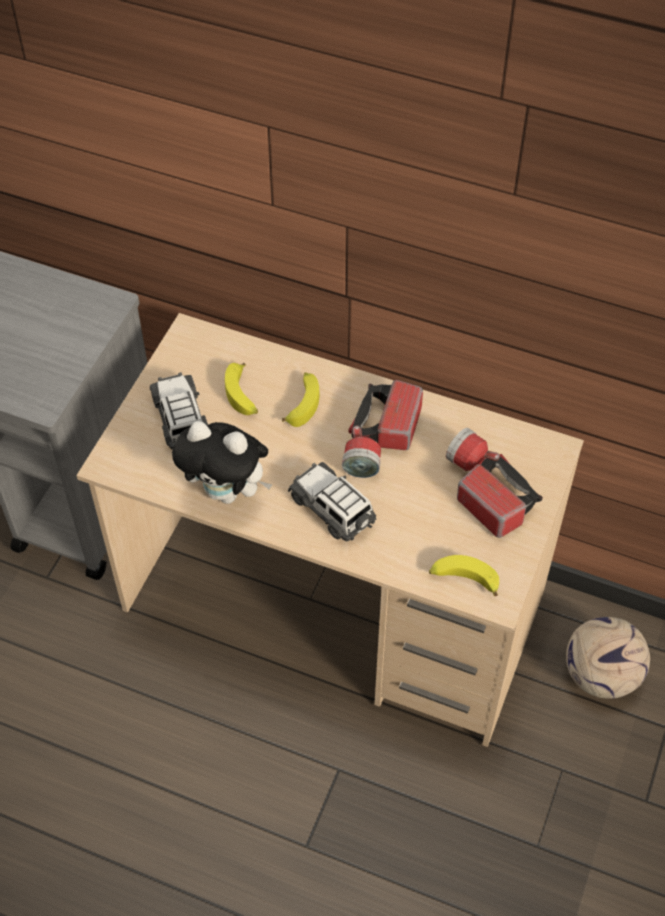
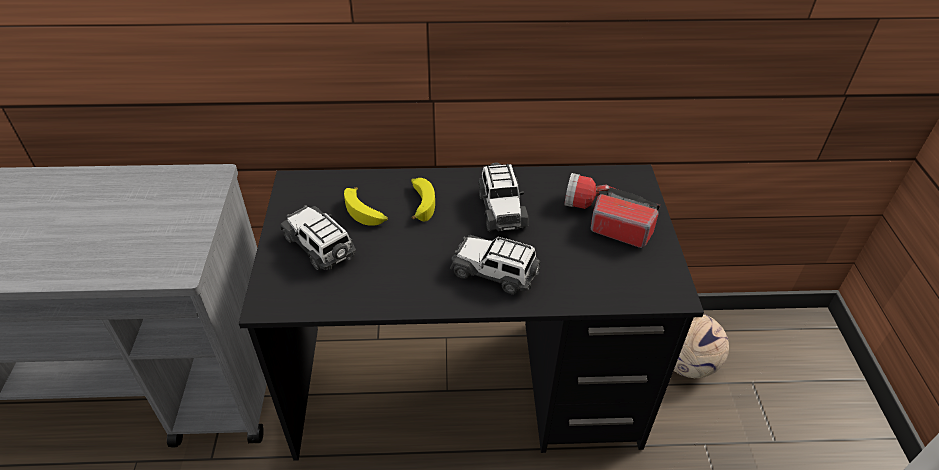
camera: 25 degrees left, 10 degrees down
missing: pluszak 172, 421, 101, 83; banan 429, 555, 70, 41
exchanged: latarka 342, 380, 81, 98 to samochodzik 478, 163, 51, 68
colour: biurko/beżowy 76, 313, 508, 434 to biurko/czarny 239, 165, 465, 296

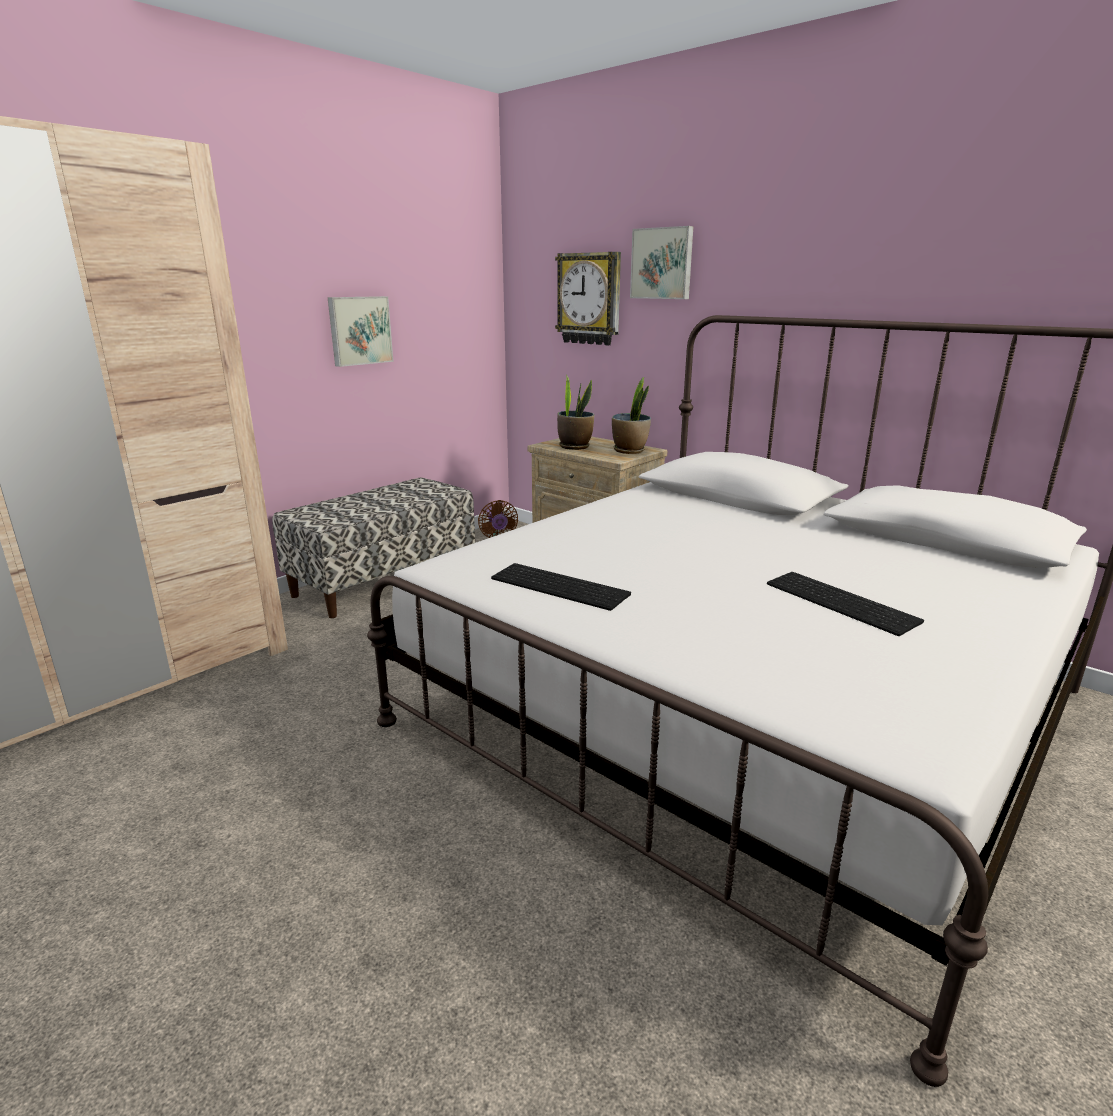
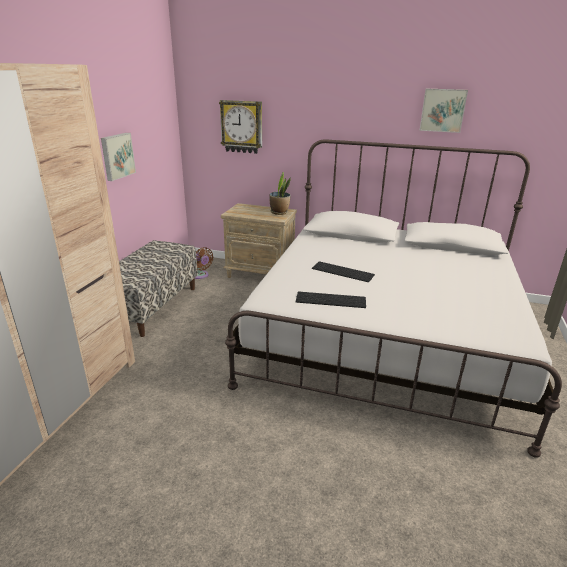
camera: 25 degrees left, 5 degrees up
missing: roślina doniczkowa 557, 375, 37, 75
relocated: obraz 630, 226, 64, 73 to 419, 89, 49, 44; klawiatura 767, 572, 157, 64 to 312, 261, 63, 21

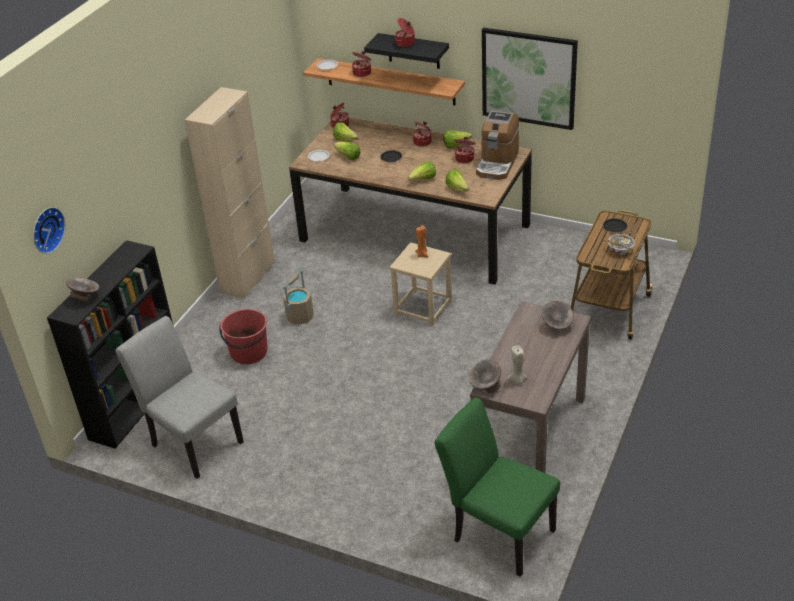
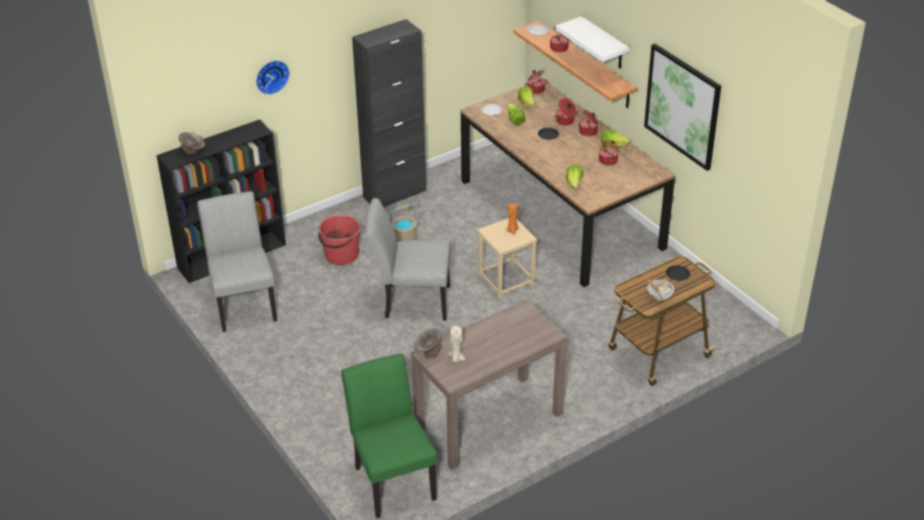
camera: 30 degrees right, 0 degrees up
missing: ekspres do kawy 476, 110, 43, 70; sałata 408, 161, 28, 20; miska/szary 542, 301, 32, 29
appeared: krzesło/szary 365, 198, 85, 123
relocated: garnek 395, 18, 20, 29 to 554, 98, 24, 28; zegar ścienny 33, 207, 32, 47 to 256, 60, 34, 35
colour: półka/czarny 364, 33, 85, 36 to półka/biały 556, 16, 73, 52; szafka/beżowy 185, 87, 90, 212 to szafka/czarny 352, 19, 74, 188

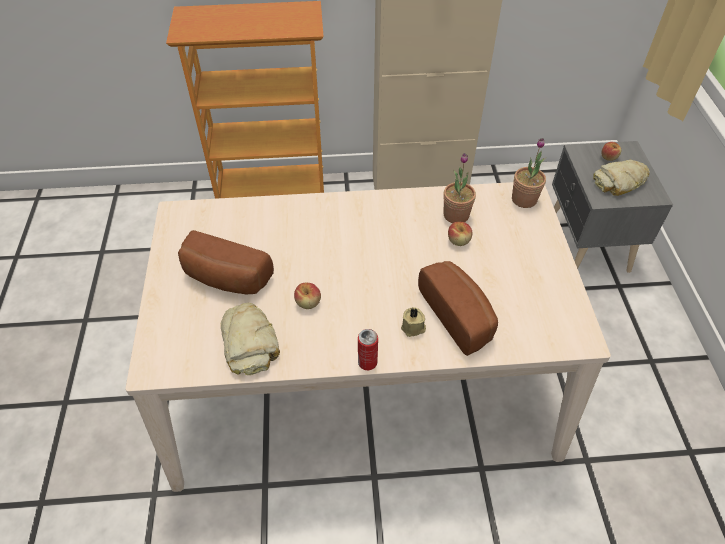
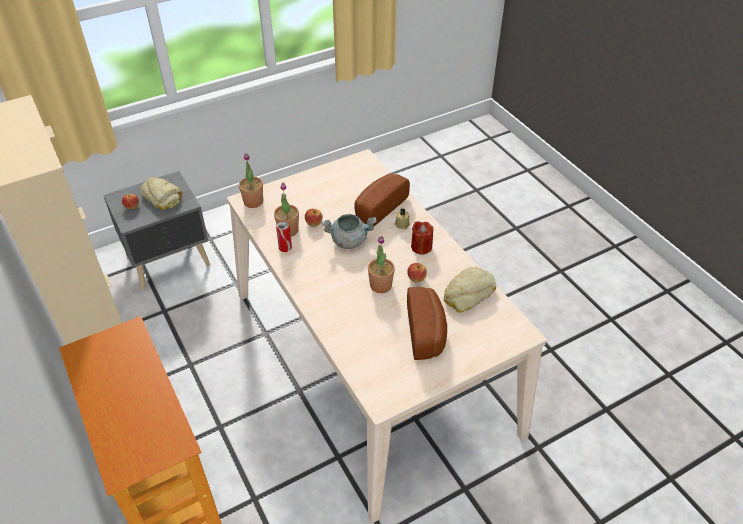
camera: 115 degrees left, 5 degrees down
appeared: garnek/szary 322, 214, 54, 35; świeca/czerwony 411, 221, 22, 34; roślina doniczkowa 368, 236, 27, 57
relocated: puszka 358, 329, 20, 41 to 276, 221, 16, 31

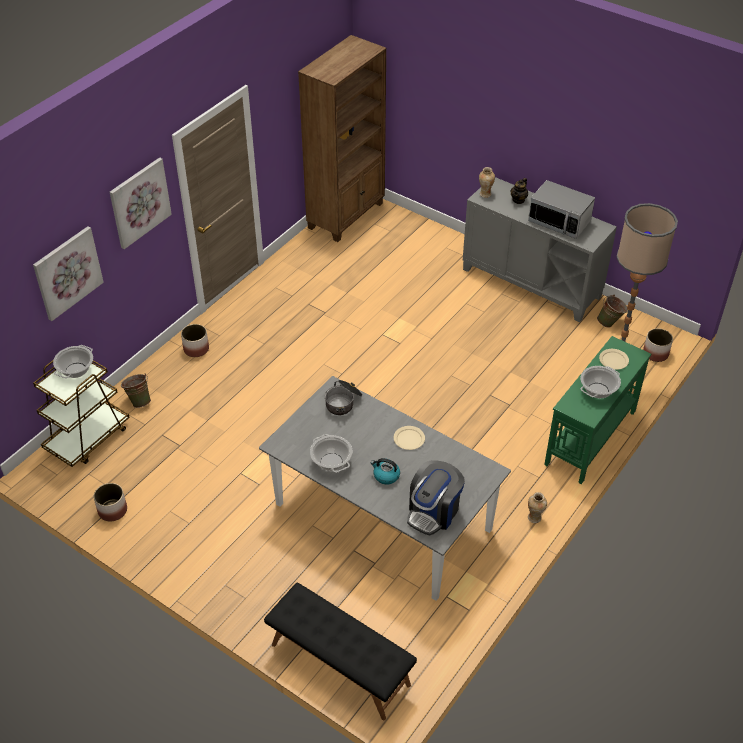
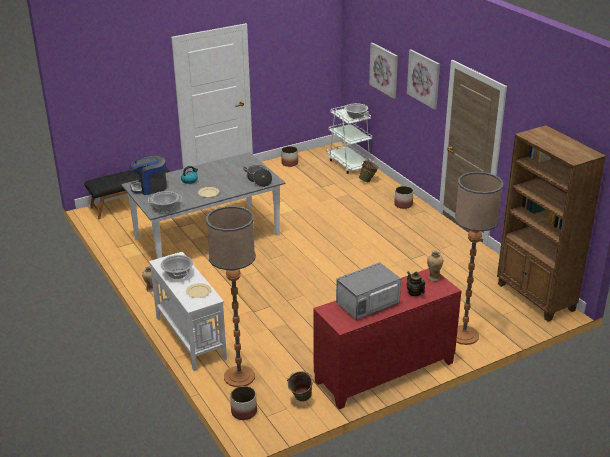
camera: 115 degrees right, 15 degrees down
appeared: lampa stojąca 455, 172, 48, 173
relocated: garnek 310, 434, 42, 39 to 148, 191, 34, 20
colour: szafka/szary 463, 177, 154, 145 to szafka/czerwony 313, 268, 148, 141; stolik konsolowy/zielony 544, 336, 107, 148 to stolik konsolowy/biały 149, 252, 78, 119; wózek/brązowy 33, 360, 97, 107 to wózek/biały 326, 106, 48, 68
spun: ekspres do kawy 407, 460, 58, 76 = 129, 155, 38, 40 75 degrees counterclockwise

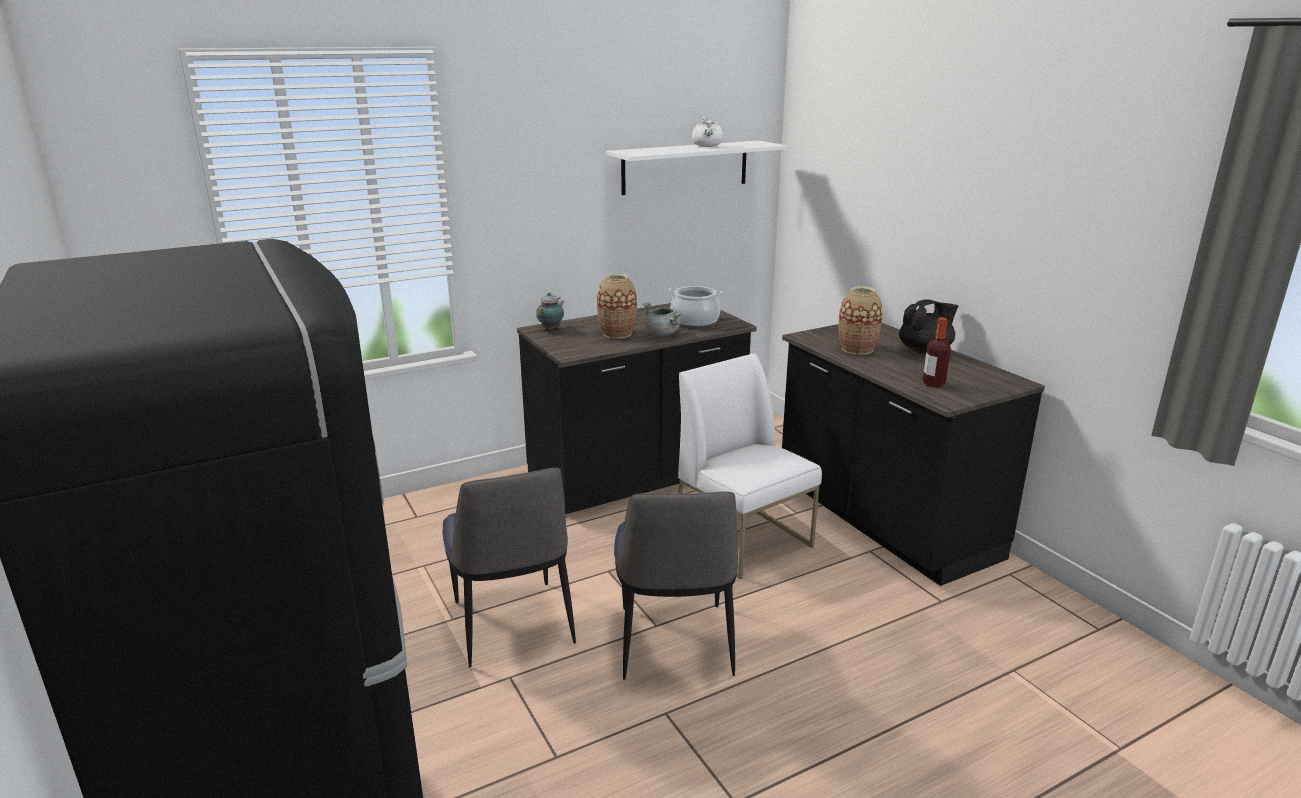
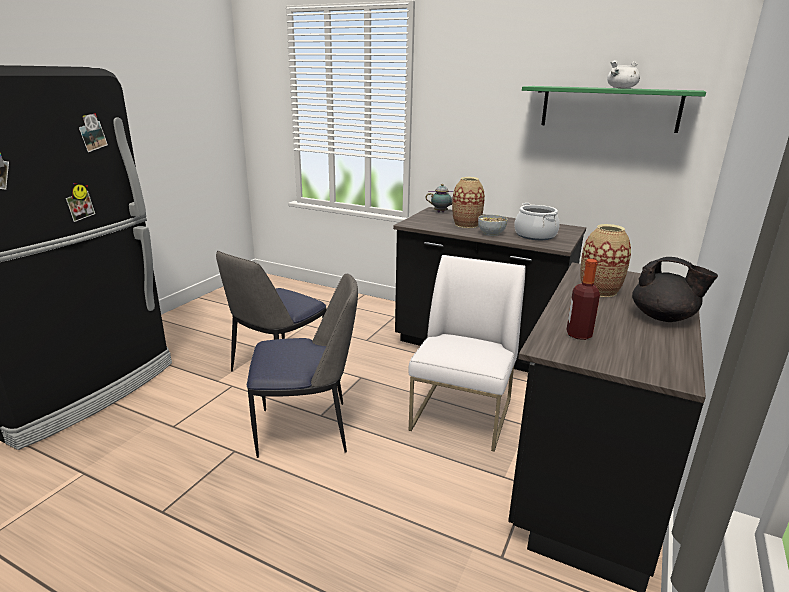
camera: 55 degrees right, 0 degrees up
exchanged: garnek/szary 643, 302, 39, 34 to miska 478, 214, 30, 22
colour: półka/biały 606, 140, 181, 55 to półka/zielony 522, 86, 184, 47
spun: krzesło 614, 491, 124, 189 = 247, 274, 111, 184 150 degrees counterclockwise

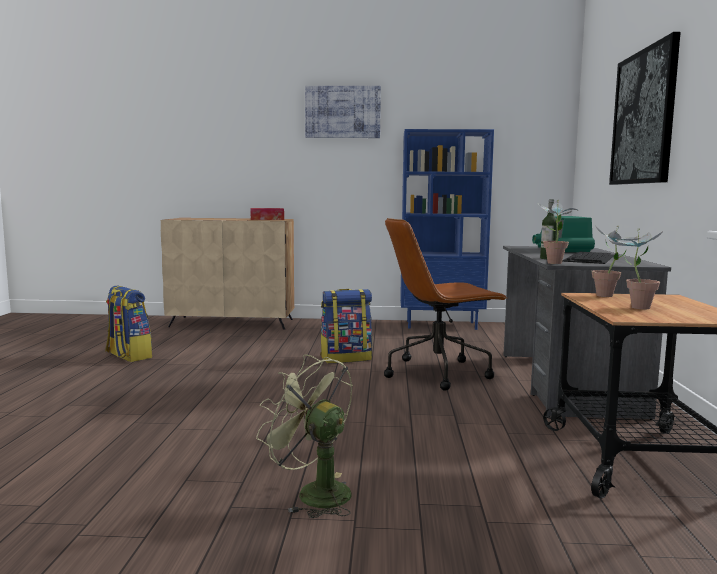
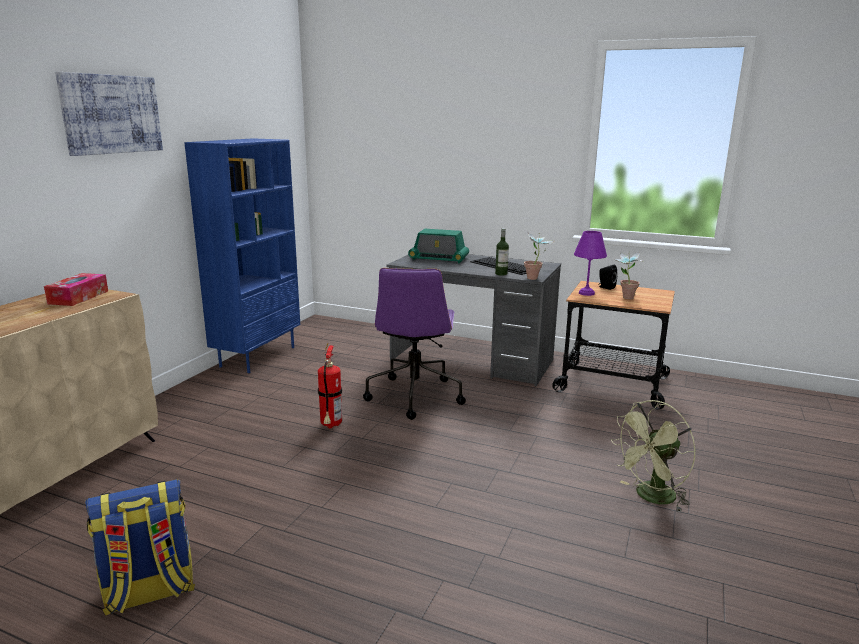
camera: 70 degrees left, 10 degrees up
missing: obraz 609, 32, 72, 153
appeared: głośnik/czarny 598, 265, 19, 25
exchanged: roślina doniczkowa 592, 225, 48, 72 to lampa stołowa/fioletowy 574, 231, 33, 65; plecak 320, 289, 53, 74 to gaśnica 318, 343, 24, 85
colour: krzesło biurowe/brązowy 384, 218, 123, 173 to krzesło biurowe/fioletowy 363, 268, 103, 152

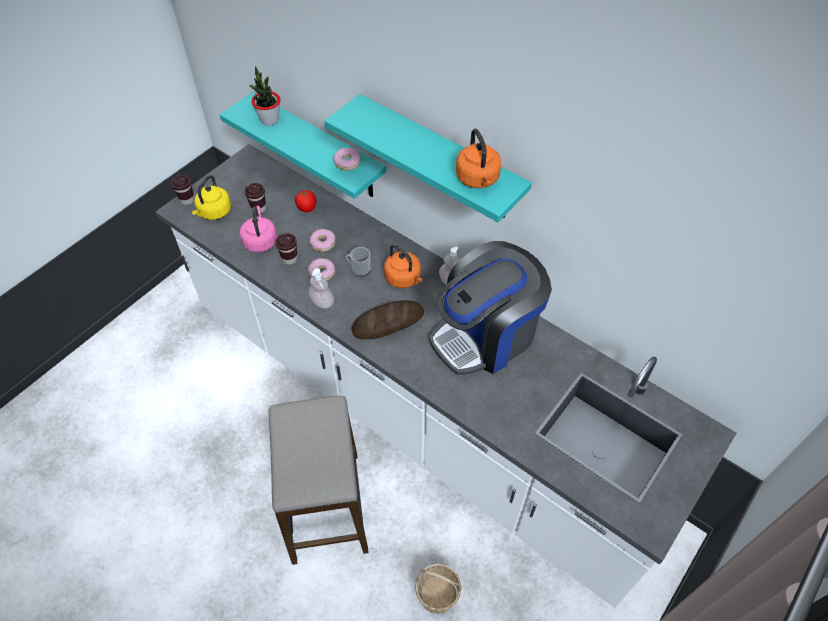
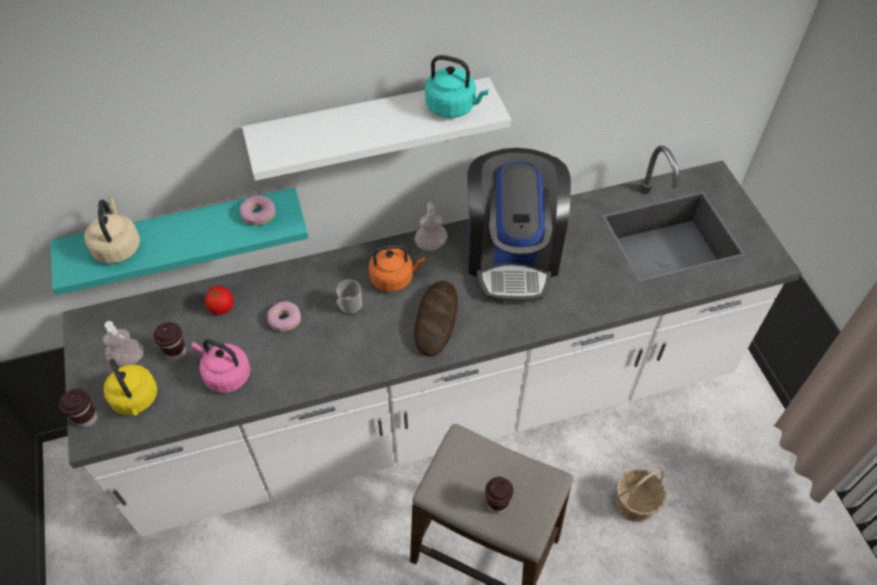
camera: 55 degrees left, 0 degrees up
missing: donut 308, 258, 27, 22
relocated: filiżanka/brązowy 275, 233, 22, 32 to 485, 477, 29, 36; dozownik mydła 308, 268, 26, 41 to 103, 321, 41, 45
exchanged: roślina doniczkowa 249, 66, 31, 60 to czajnik/beżowy 84, 198, 56, 66
colour: półka/turkusowy 325, 94, 207, 128 to półka/biały 242, 77, 269, 104; czajnik/pomarańczowy 456, 129, 46, 59 to czajnik/turkusowy 425, 55, 64, 63

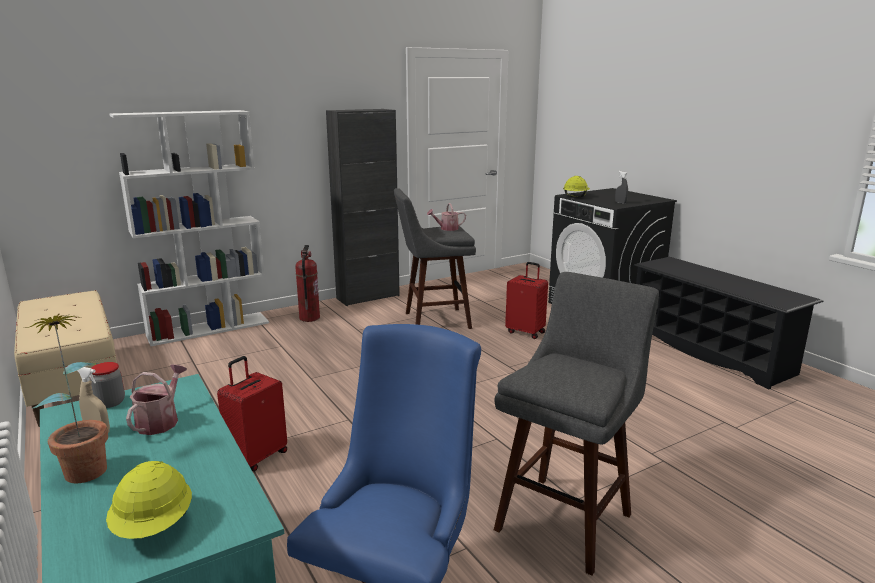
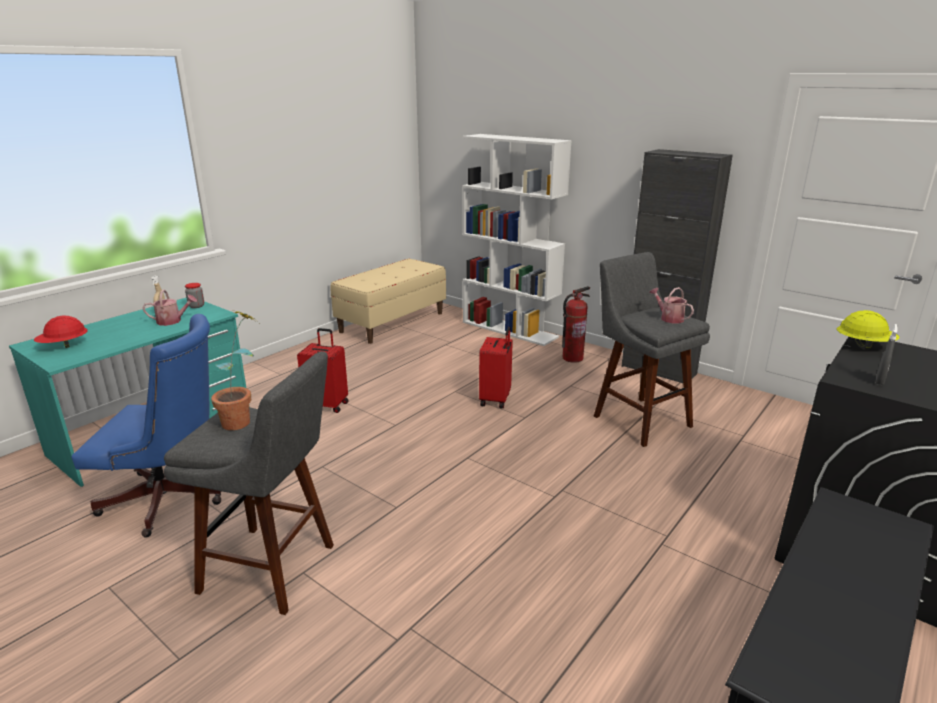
camera: 70 degrees right, 5 degrees up
relocated: walizka/czerwony 505, 262, 43, 77 to 479, 327, 34, 82; roślina doniczkowa 26, 314, 82, 169 to 211, 310, 47, 120
colour: kask/żółty 106, 461, 86, 78 to kask/czerwony 34, 316, 54, 32

